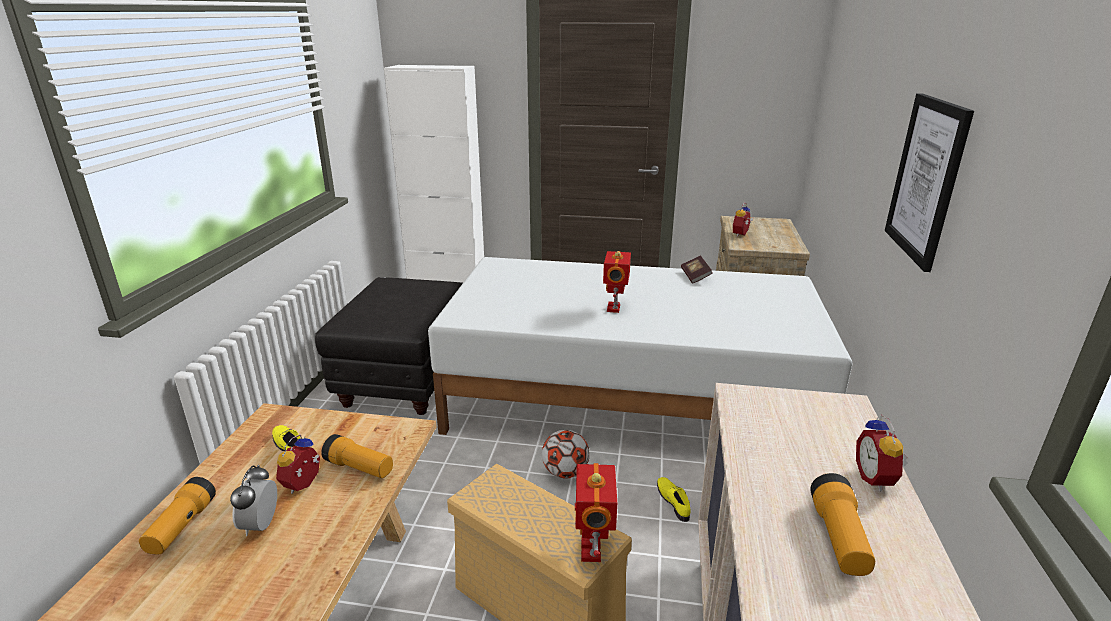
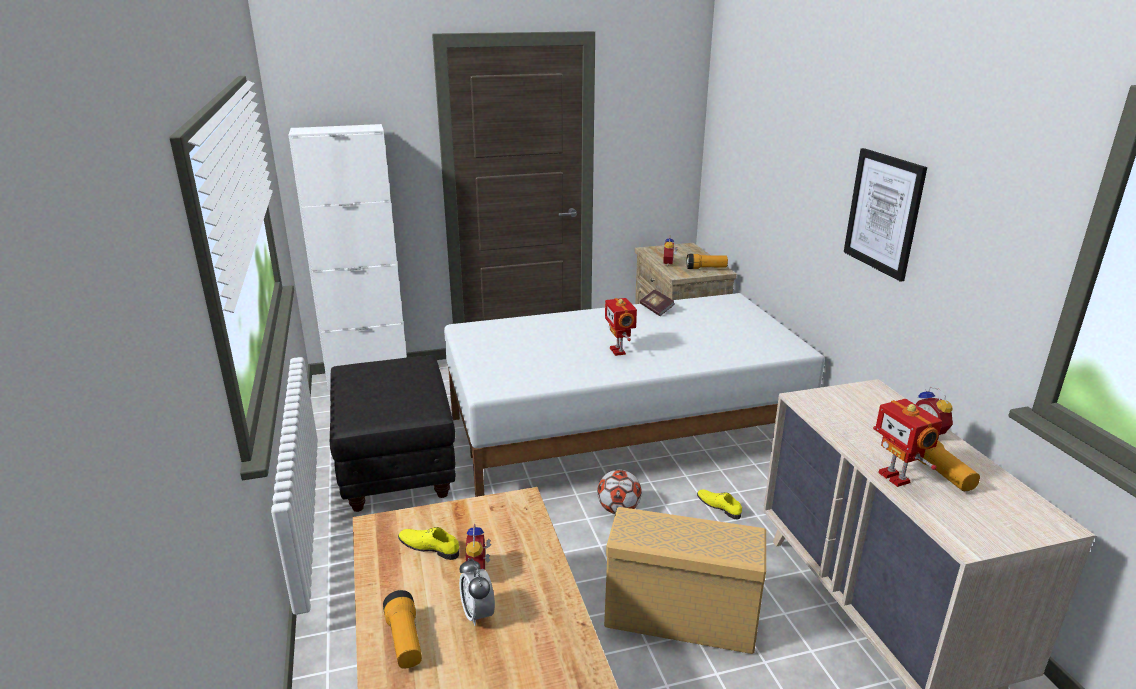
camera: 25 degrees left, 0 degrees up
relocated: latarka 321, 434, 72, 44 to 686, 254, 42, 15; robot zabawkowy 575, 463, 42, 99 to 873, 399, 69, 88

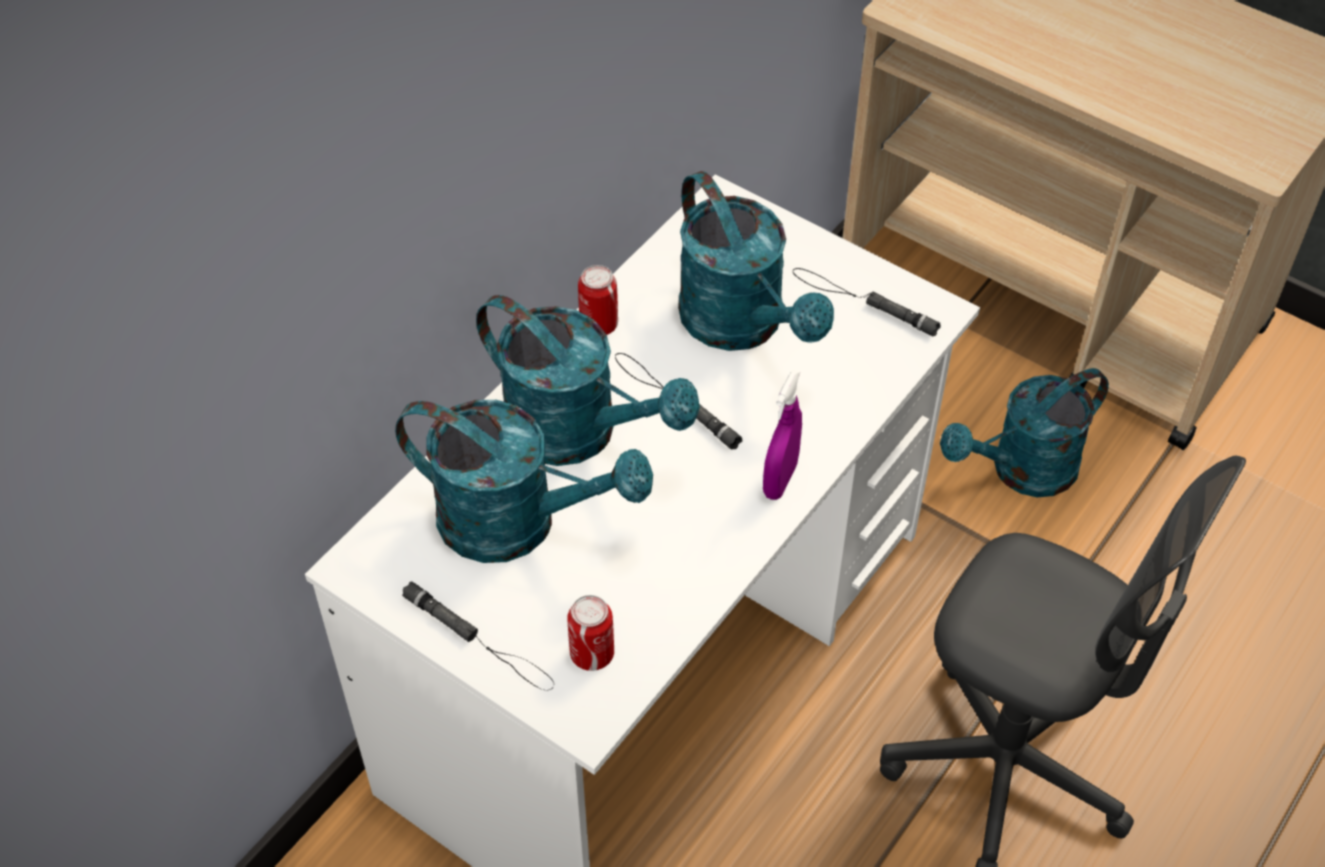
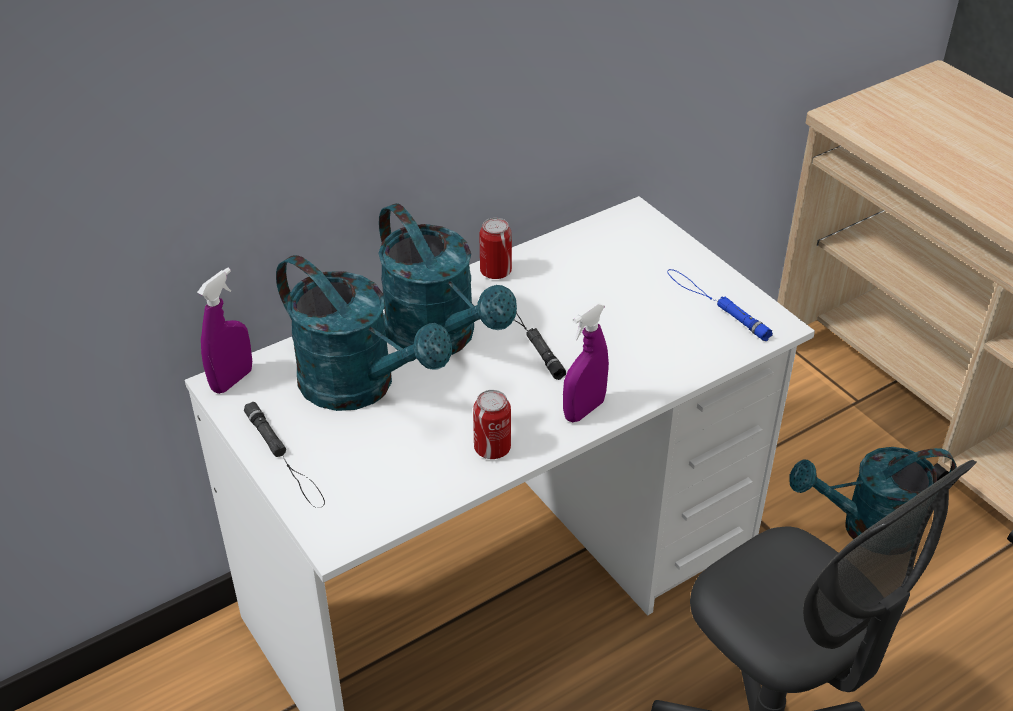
camera: 20 degrees right, 10 degrees down
missing: konewka/turkusowy 678, 171, 156, 180
appeared: spryskiwacz/fioletowy 197, 267, 55, 127
relocated: puszka 568, 595, 46, 76 to 473, 390, 38, 69
colour: latarka/czarny 793, 268, 148, 68 to latarka/niebieski 668, 269, 105, 72

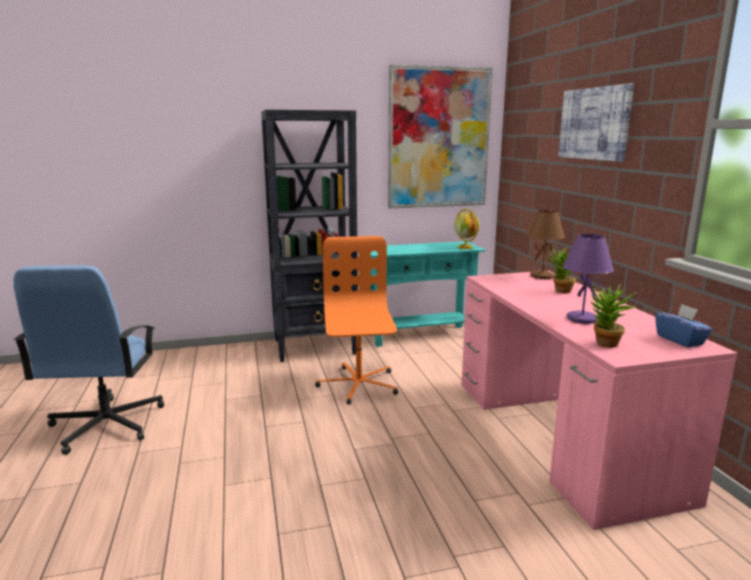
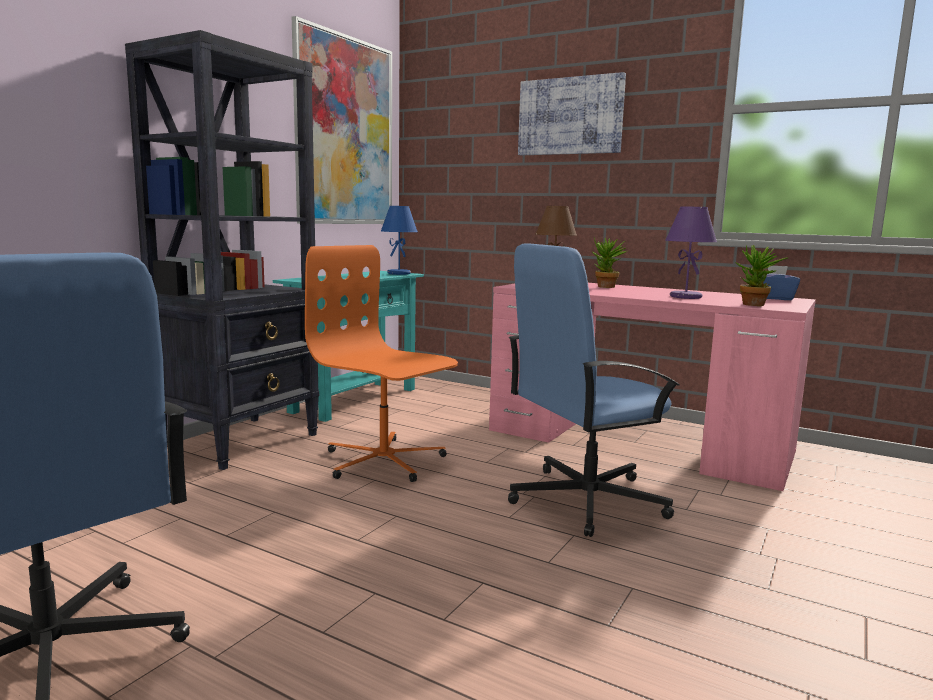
camera: 45 degrees left, 5 degrees down
appeared: krzesło biurowe/niebieski 508, 244, 172, 293
exchanged: globus 454, 209, 26, 40 to lampa stołowa/niebieski 381, 206, 37, 69

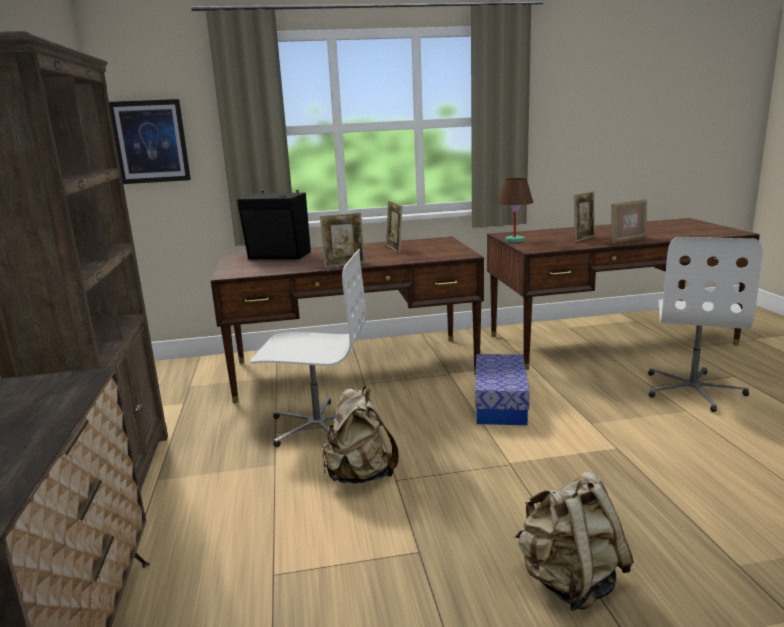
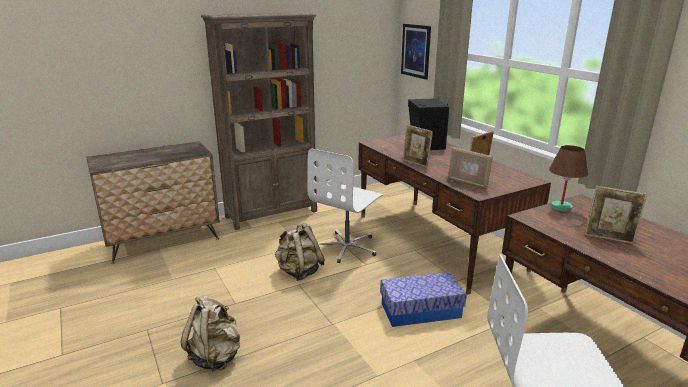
camera: 70 degrees right, 5 degrees up
relocated: ramka na zdjęcie 611, 199, 36, 45 to 448, 147, 45, 43
spun: krzesło biurowe/biały 250, 249, 116, 198 = 307, 148, 76, 115 45 degrees clockwise

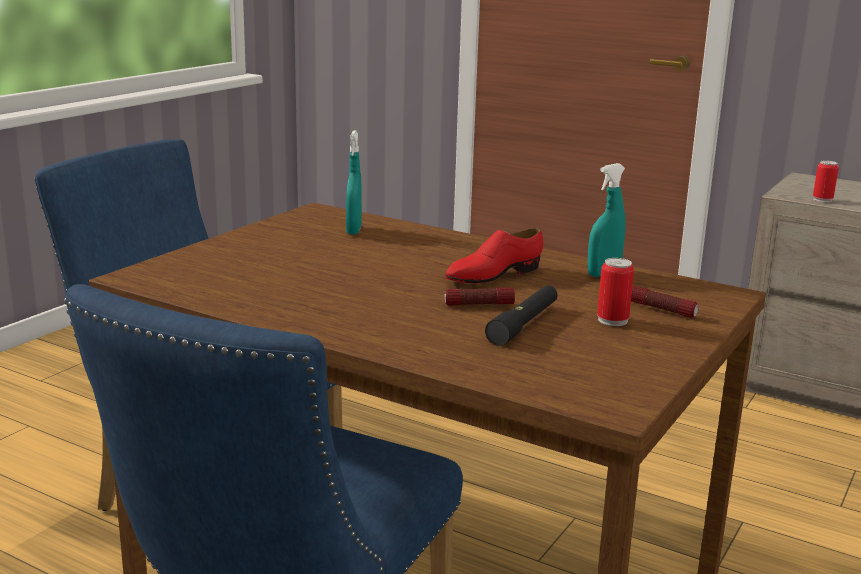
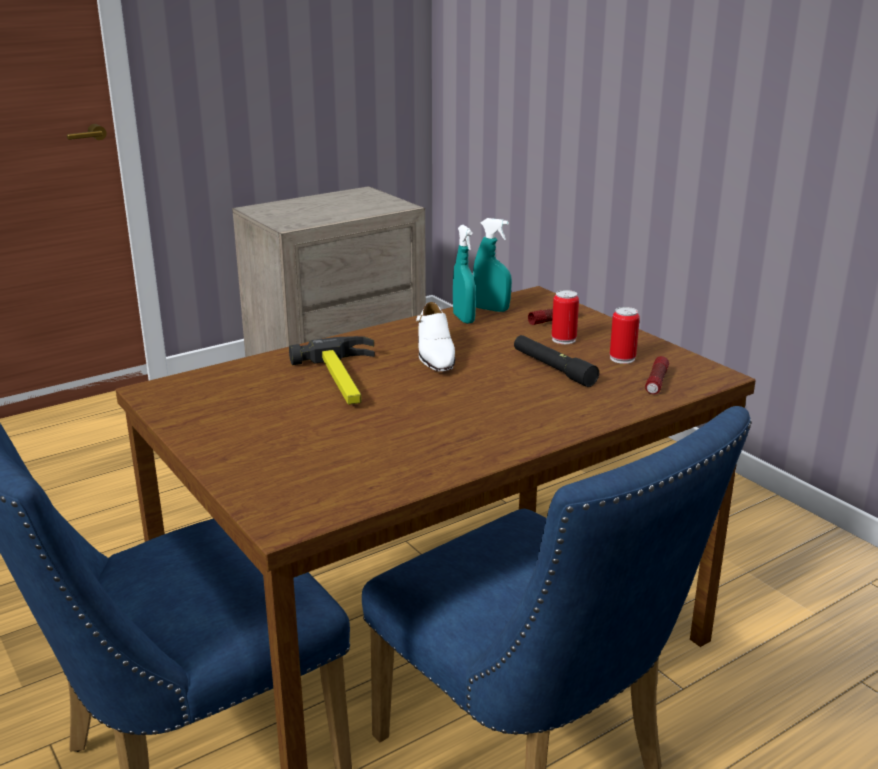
camera: 65 degrees left, 5 degrees up
appeared: młotek 289, 336, 86, 69
relocated: spryskiwacz/turkusowy 346, 130, 16, 105 to 473, 218, 39, 94; puszka 813, 160, 26, 42 to 610, 307, 30, 57; latarka 445, 288, 70, 18 to 645, 356, 24, 38
colour: but/czerwony 445, 228, 98, 55 to but/biały 416, 302, 39, 70

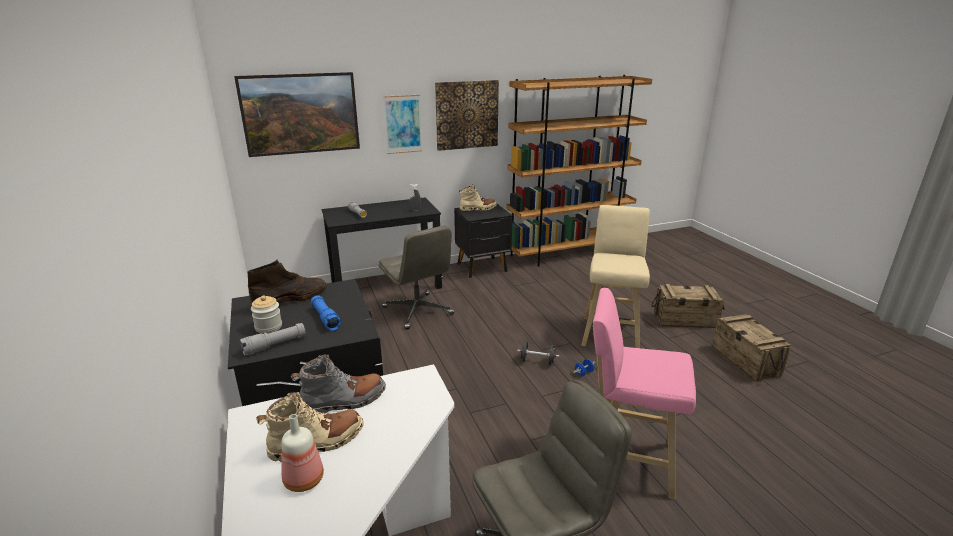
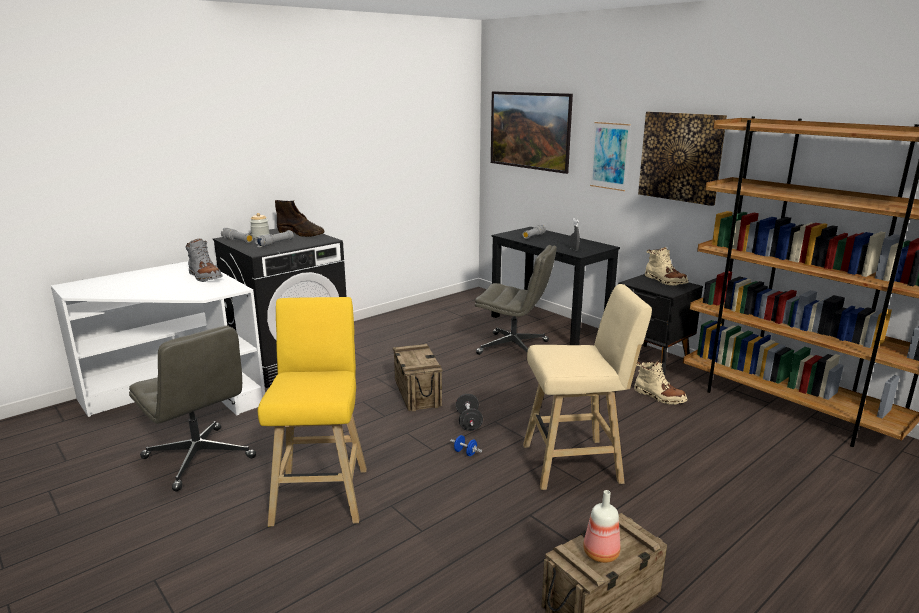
camera: 70 degrees right, 5 degrees down
relocated: skrzynka 651, 284, 74, 44 to 393, 344, 50, 68; but z cholewką/beżowy 256, 391, 108, 72 to 634, 361, 53, 44; butelka 281, 414, 43, 78 to 583, 490, 37, 73
colour: stołek/różowy 593, 288, 103, 211 to stołek/żółty 258, 297, 109, 229; latarka/niebieski 311, 295, 31, 36 to latarka/szary 255, 230, 39, 18
spun: krzesło biurowe/szary 379, 226, 75, 104 = 475, 245, 82, 110 105 degrees counterclockwise

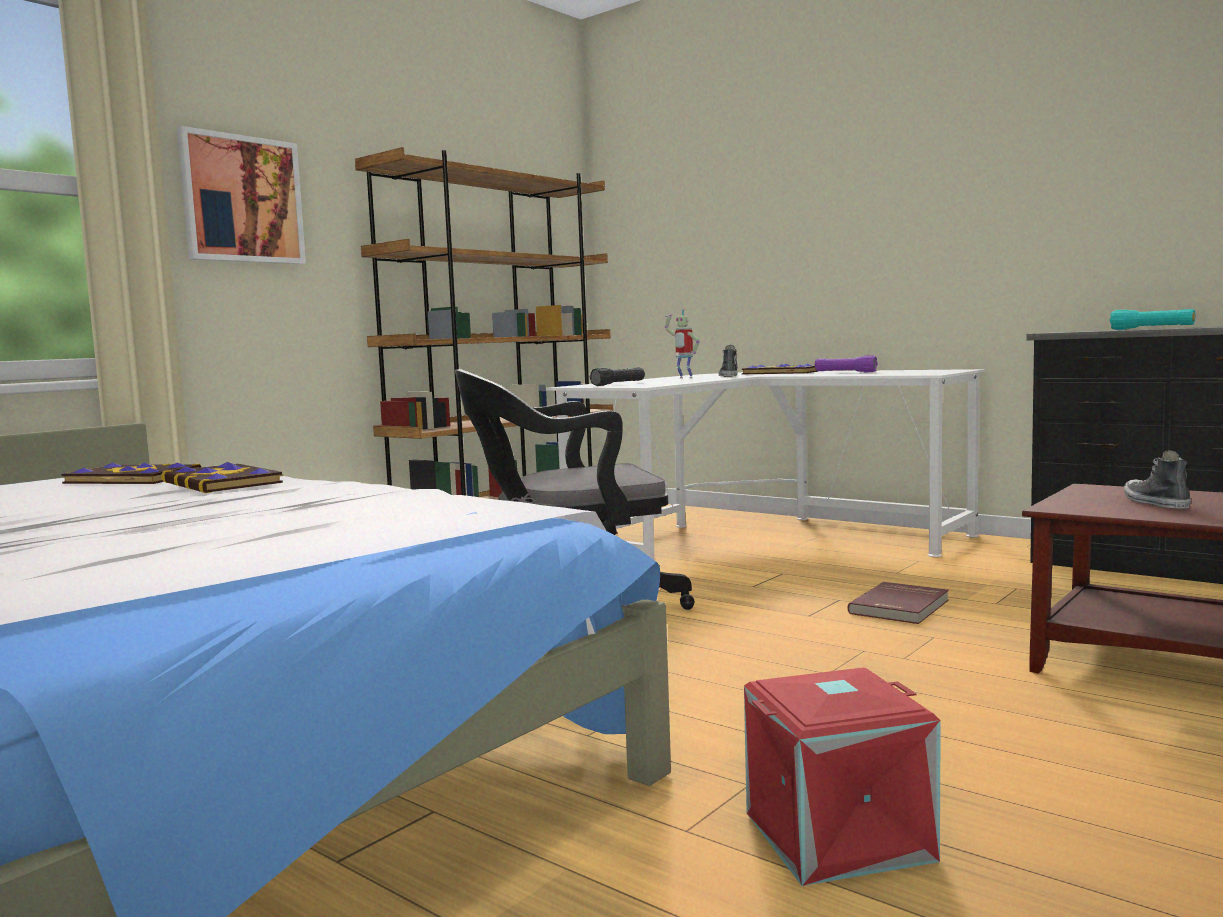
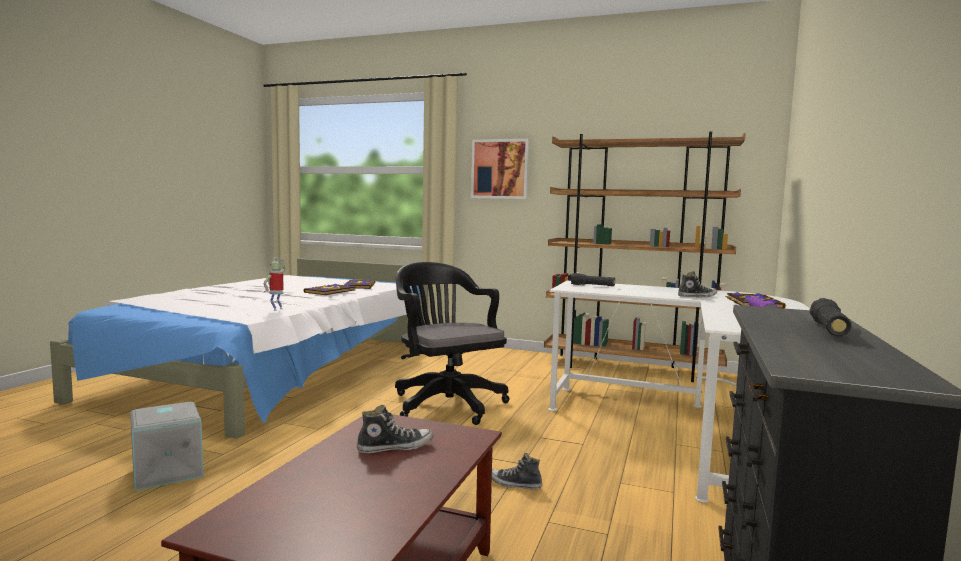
camera: 70 degrees right, 0 degrees up
relocated: robot zabawkowy 665, 309, 34, 70 to 264, 257, 22, 54
exchanged: książka/czerwony 848, 582, 101, 42 to but 492, 453, 50, 37
colour: latarka/turkusowy 1110, 309, 86, 21 to latarka/czarny 810, 298, 42, 38; pojemnik do przechowywania/czerwony 744, 667, 197, 219 to pojemnik do przechowywania/szary 130, 402, 73, 89

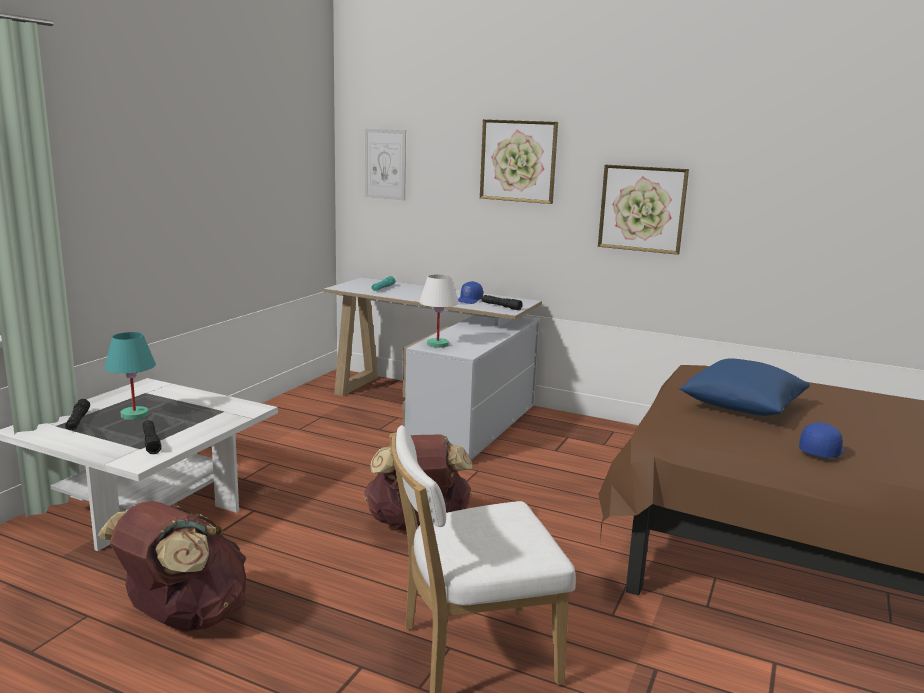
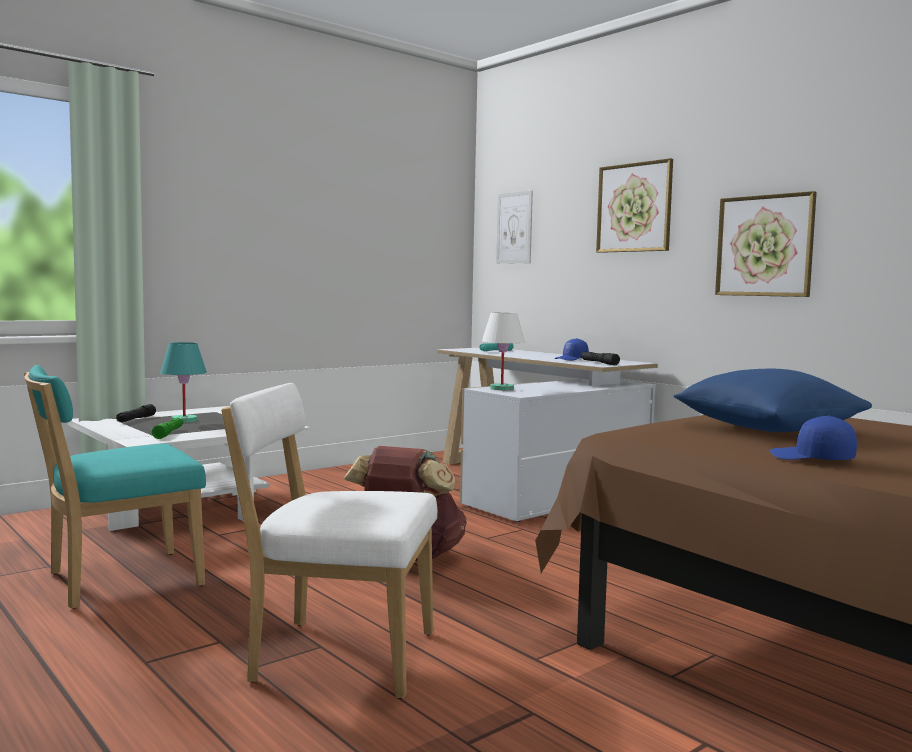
camera: 25 degrees right, 10 degrees down
exchanged: plecak/brązowy 98, 501, 149, 130 to krzesło/turkusowy 24, 365, 182, 244
colour: latarka/czarny 142, 420, 20, 34 to latarka/zielony 152, 418, 31, 21
spun: czapka z daszkiem/niebieski 799, 423, 45, 35 = 769, 416, 88, 44 120 degrees counterclockwise

